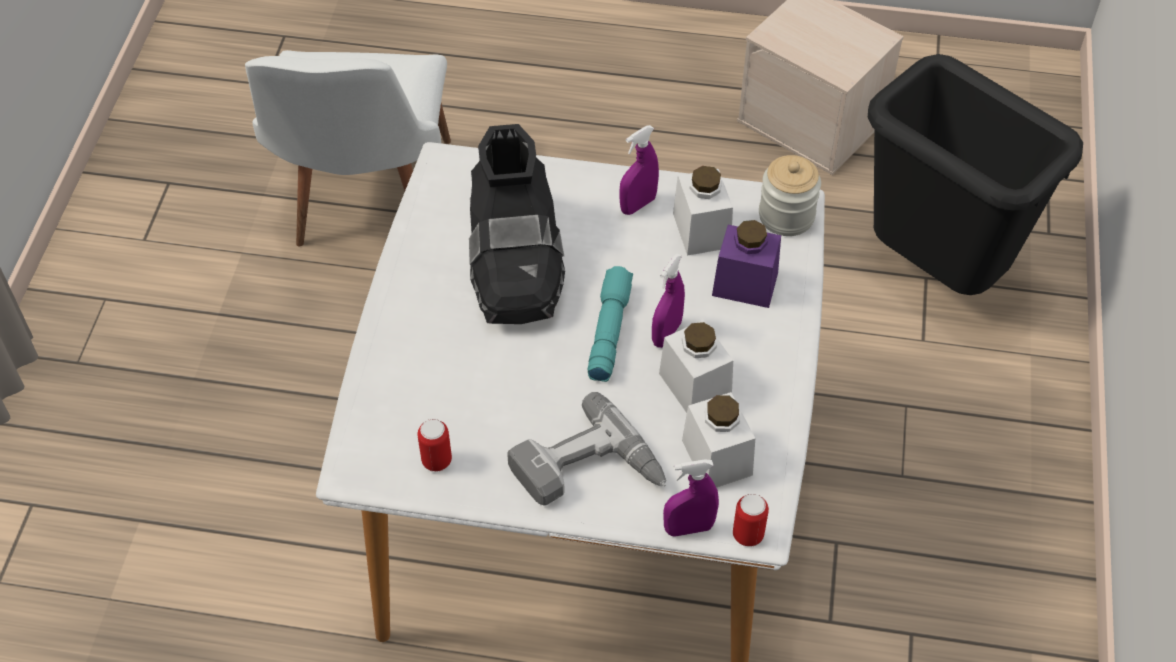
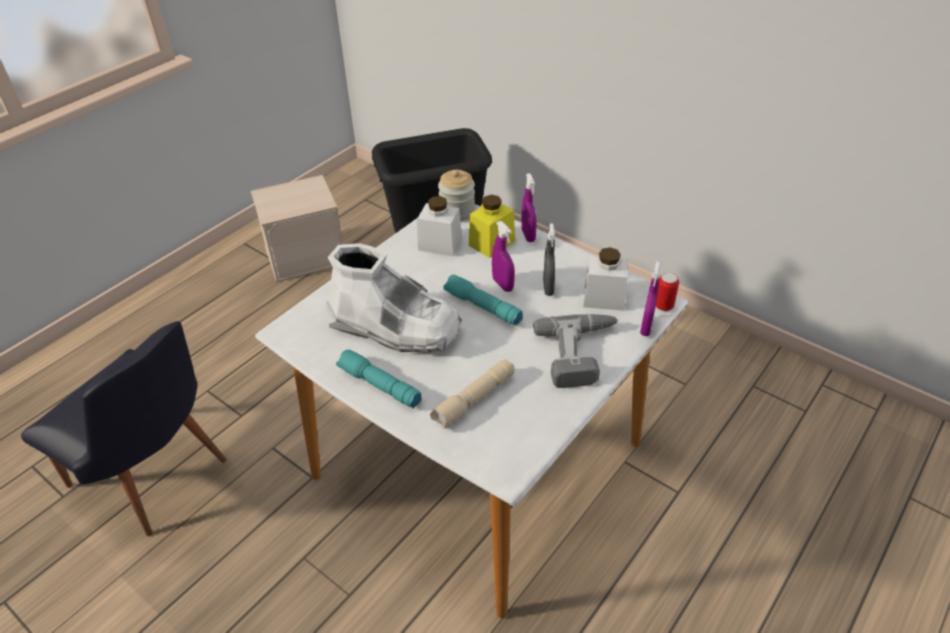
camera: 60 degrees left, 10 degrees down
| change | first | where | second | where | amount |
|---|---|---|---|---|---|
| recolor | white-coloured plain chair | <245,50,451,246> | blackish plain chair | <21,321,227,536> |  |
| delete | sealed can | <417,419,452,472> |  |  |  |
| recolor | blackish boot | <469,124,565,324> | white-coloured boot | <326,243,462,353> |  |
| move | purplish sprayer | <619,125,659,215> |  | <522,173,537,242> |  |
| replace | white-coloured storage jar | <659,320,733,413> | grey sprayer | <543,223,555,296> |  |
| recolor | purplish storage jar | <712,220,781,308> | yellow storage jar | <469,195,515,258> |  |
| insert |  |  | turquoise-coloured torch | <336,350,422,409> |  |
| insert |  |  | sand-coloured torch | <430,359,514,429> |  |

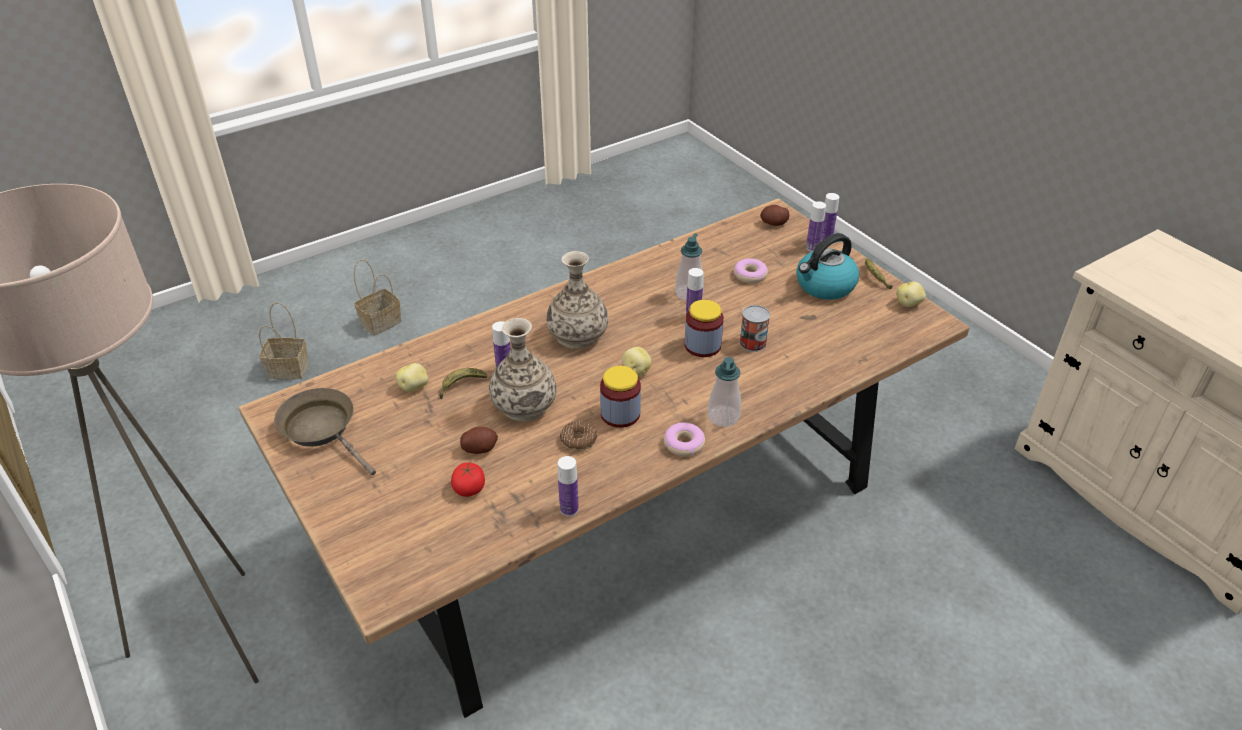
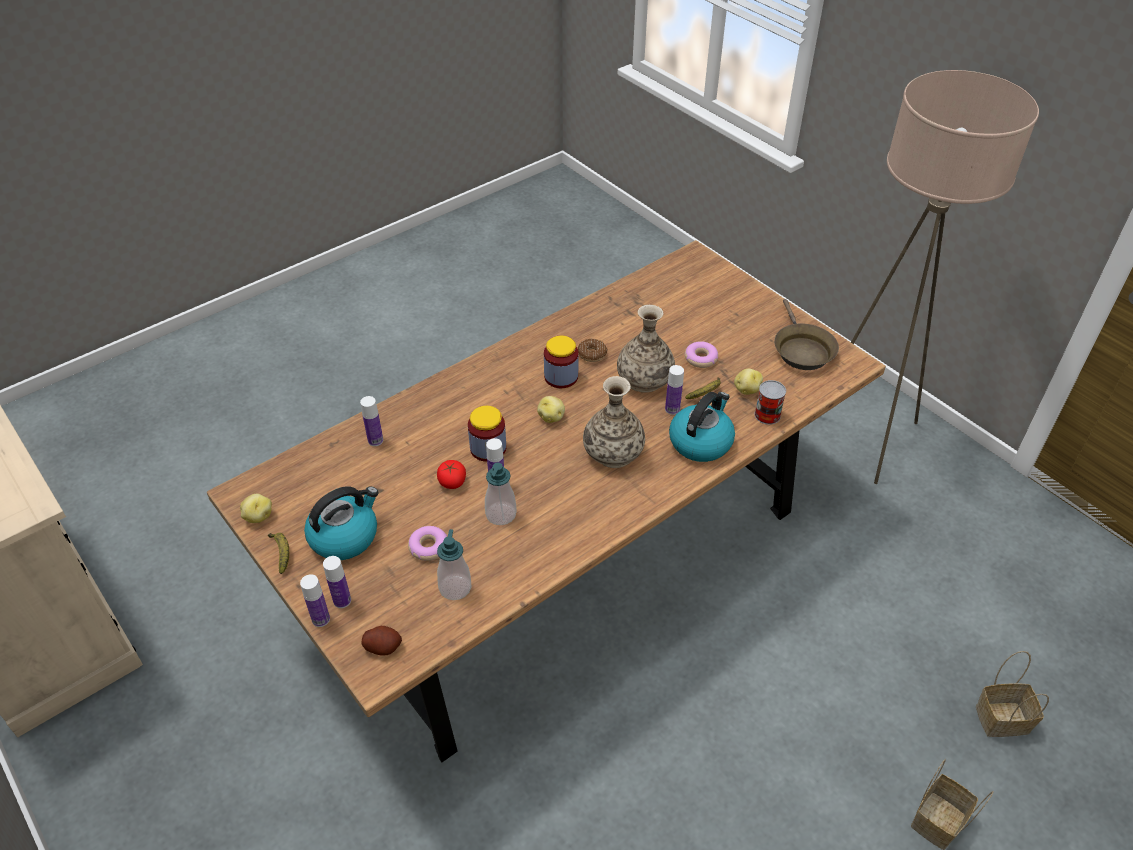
camera: 175 degrees right, 5 degrees up
| change | first | where | second | where | amount |
|---|---|---|---|---|---|
| rotate | brown-coloured skillet | <274,388,376,475> |  | <774,299,839,370> | 45 degrees clockwise |
| move | fresh tomato | <451,463,485,497> |  | <437,460,466,489> |  |
| delete | potato | <460,427,498,454> |  |  |  |
| move | bottle | <558,456,579,516> |  | <360,396,383,446> |  |
| move | doughnut | <664,423,705,456> |  | <685,341,718,368> |  |
| move | soap dispenser | <708,357,741,427> |  | <437,529,471,600> |  |
| move | sealed can | <740,305,770,352> |  | <755,380,786,425> |  |
| insert |  |  | kettle | <669,392,735,462> |  |

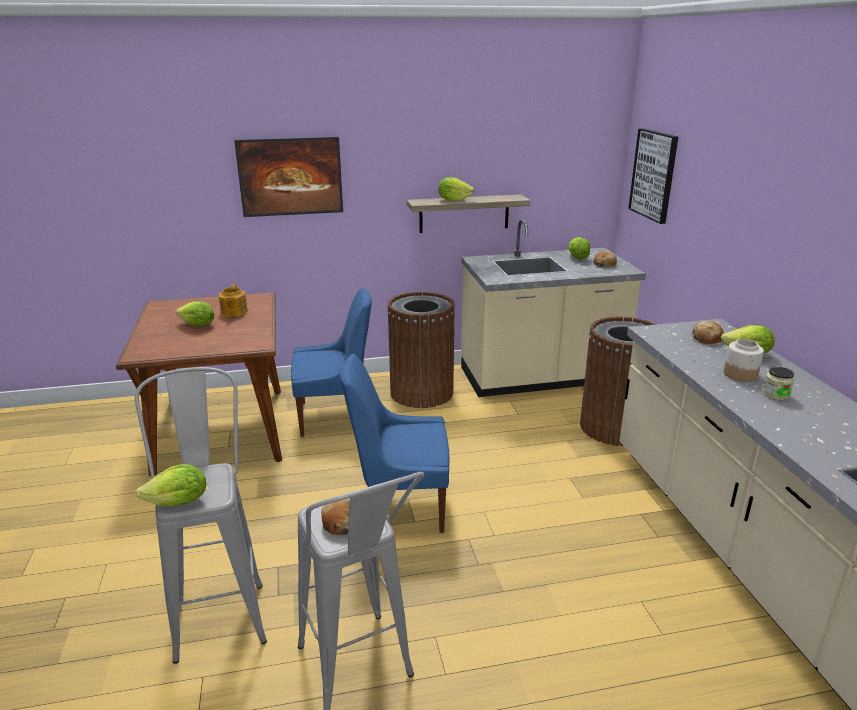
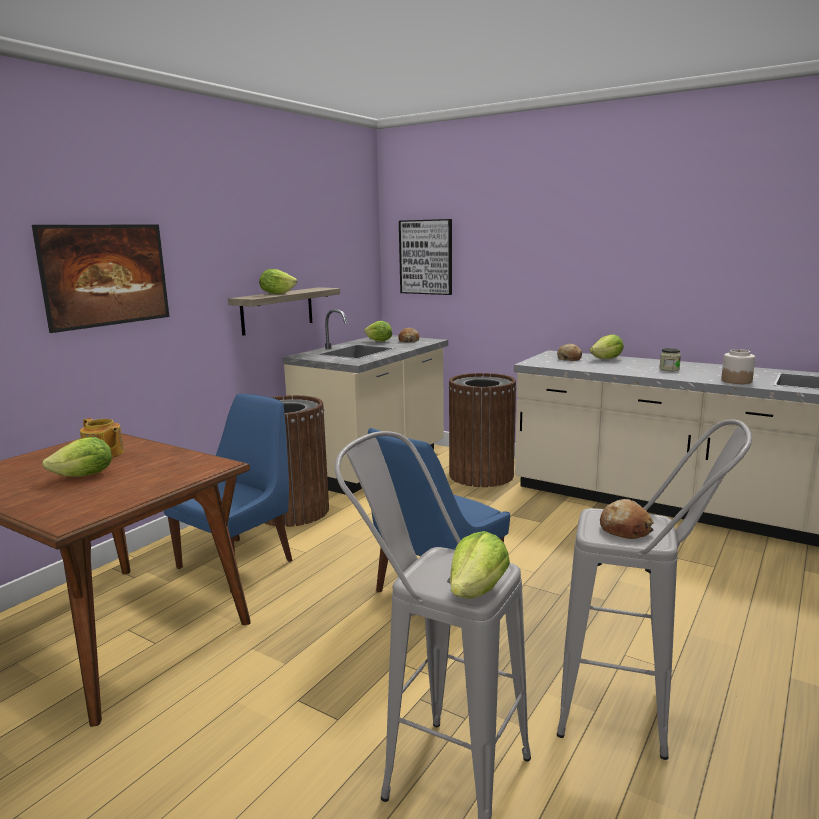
camera: 45 degrees left, 10 degrees down
| change | first | where | second | where | amount |
|---|---|---|---|---|---|
| move | storage jar | <724,339,764,382> |  | <721,349,755,384> |  |

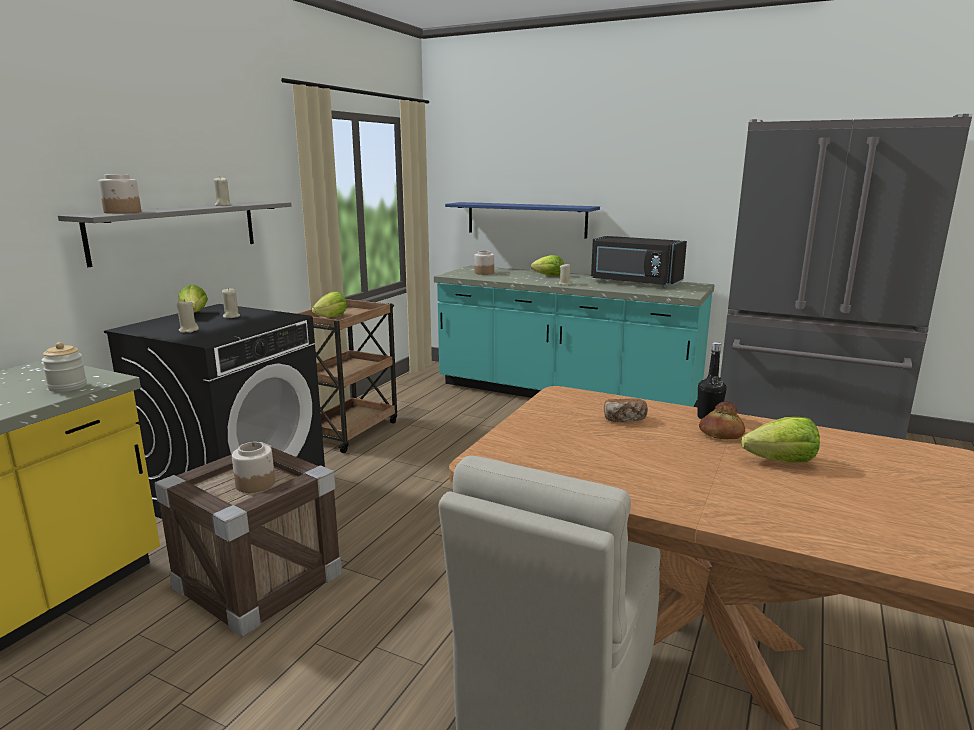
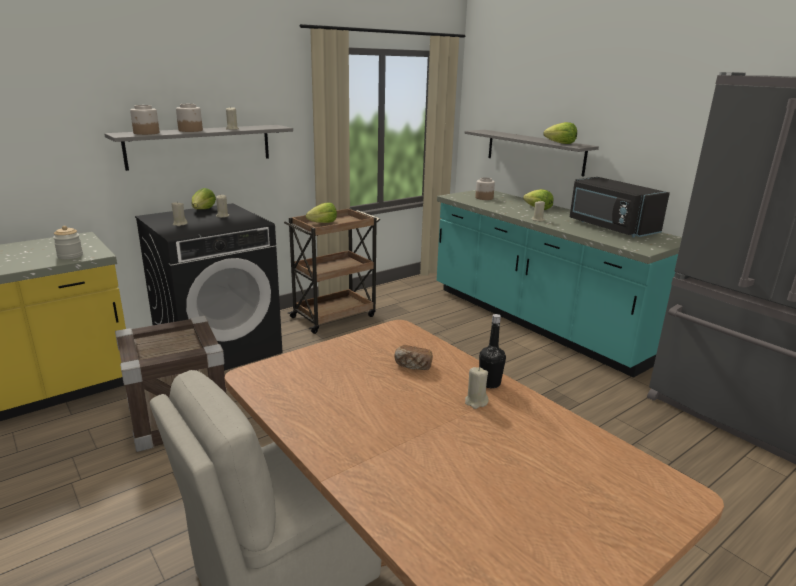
camera: 25 degrees right, 5 degrees up
| change | first | where | second | where | amount |
|---|---|---|---|---|---|
| move | storage jar | <232,442,275,493> |  | <176,104,203,132> |  |
| recolor | bluish shelf | <445,202,600,238> | grey shelf | <465,130,599,177> |  |
| replace | bakery bread | <699,401,745,439> | sand-coloured wax light | <465,367,488,409> |  |
| move | lettuce head | <741,417,820,462> |  | <544,122,577,144> |  |

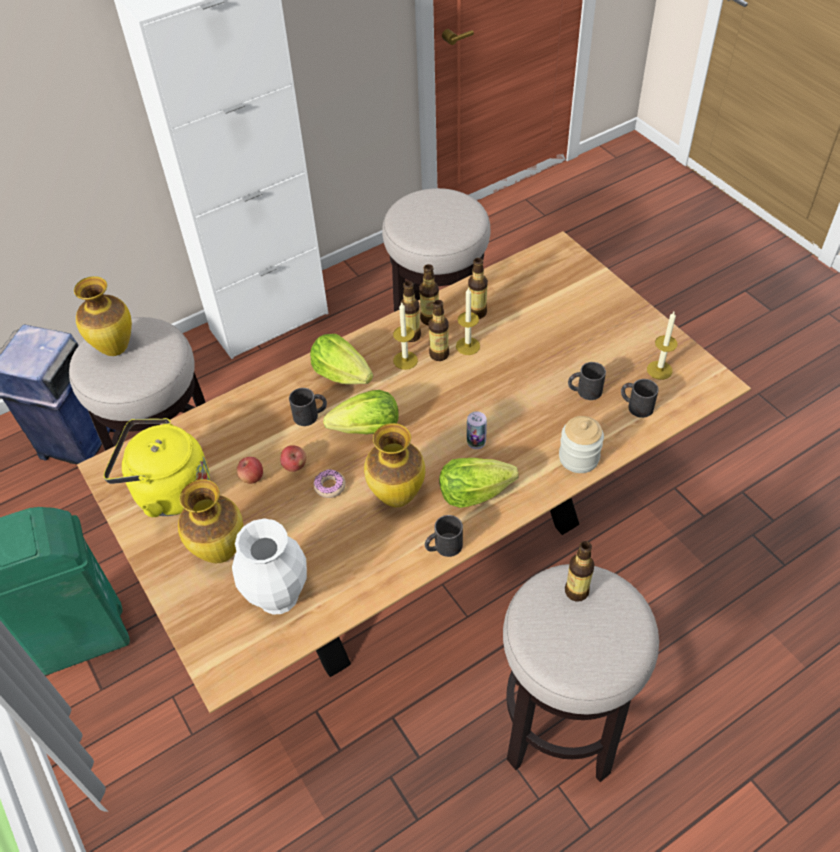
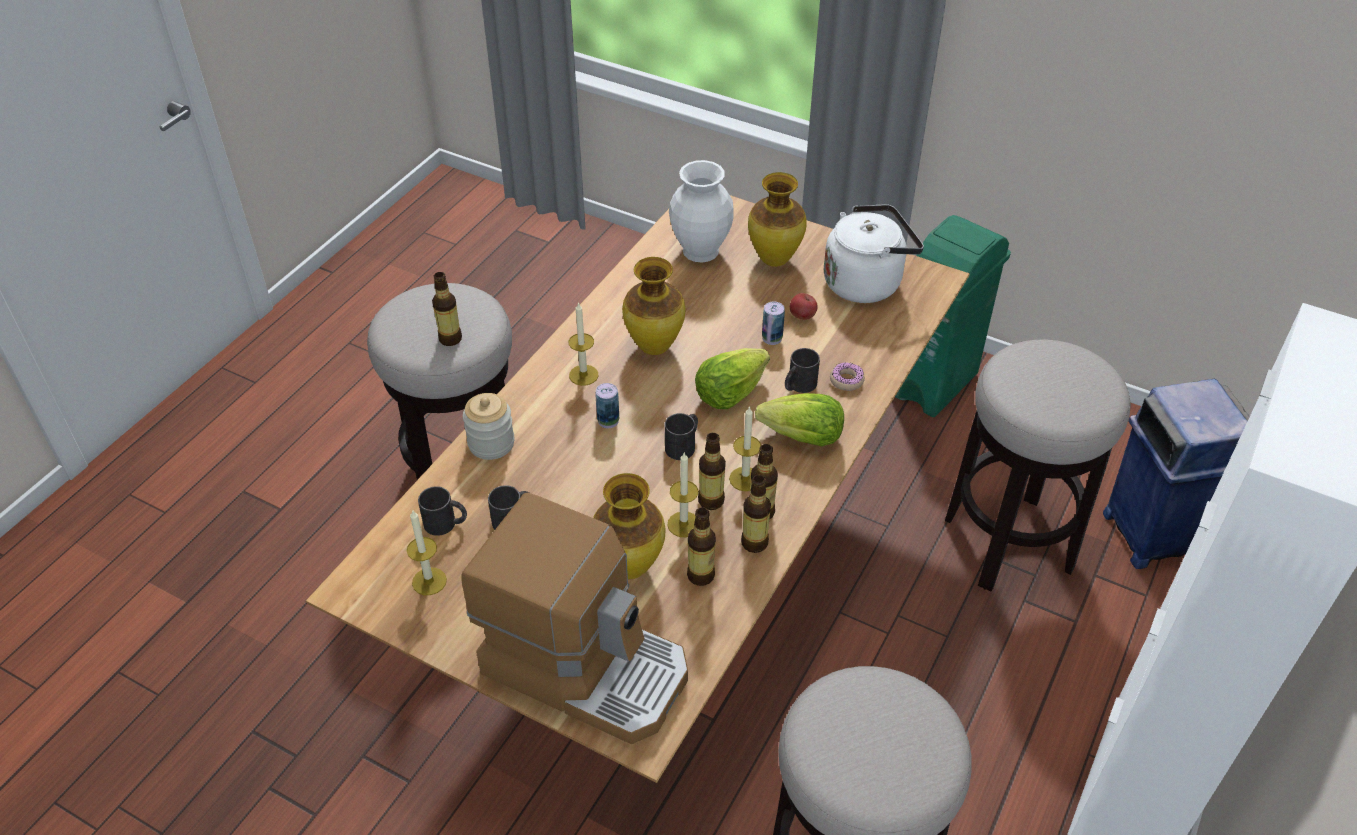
camera: 150 degrees right, 5 degrees down
| change | first | where | second | where | amount |
|---|---|---|---|---|---|
| move | flower vase | <74,276,132,356> |  | <593,473,665,579> |  |
| recolor | yellow kettle | <104,418,210,517> | white-coloured kettle | <824,204,924,303> |  |
| replace | apple | <280,445,306,472> | sealed can | <762,301,785,345> |  |
| move | doughnut | <314,469,346,498> |  | <830,362,865,391> |  |
| move | blackish mug | <425,515,463,557> |  | <665,413,698,460> |  |
| replace | lettuce head | <439,458,519,508> | wax light | <569,302,598,386> |  |
| insert |  |  | coffee machine | <462,493,688,744> |  |

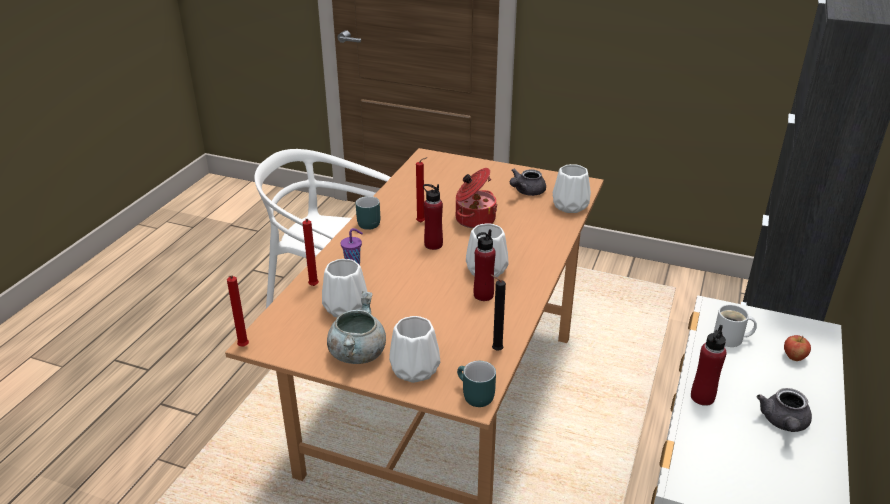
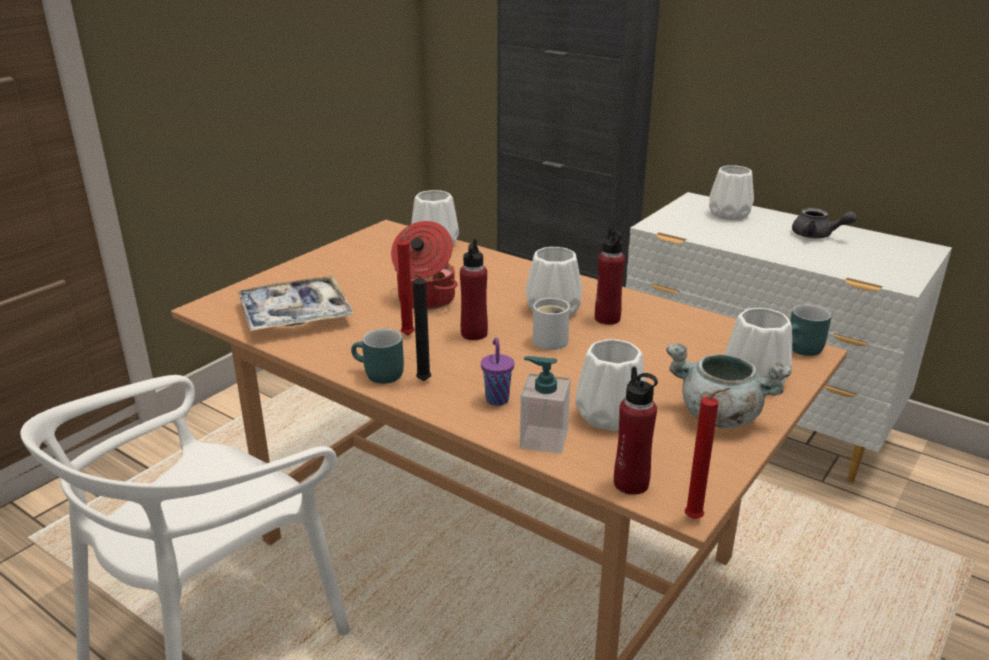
camera: 75 degrees left, 5 degrees down
| change | first | where | second | where | amount |
|---|---|---|---|---|---|
| replace | reddish wax light | <302,219,319,286> | soap dispenser | <520,356,571,454> |  |
| move | blackish wax light | <491,275,506,351> |  | <413,274,431,381> |  |
| delete | grey tea pot | <510,168,546,196> |  |  |  |
| move | reddish bottle | <691,325,726,406> |  | <614,367,658,495> |  |
| move | white-coloured mug | <714,305,757,347> |  | <533,298,570,350> |  |
| replace | apple | <784,335,811,361> | white-coloured flower vase | <709,165,754,220> |  |
| insert |  |  | carrying tray | <237,276,354,332> |  |

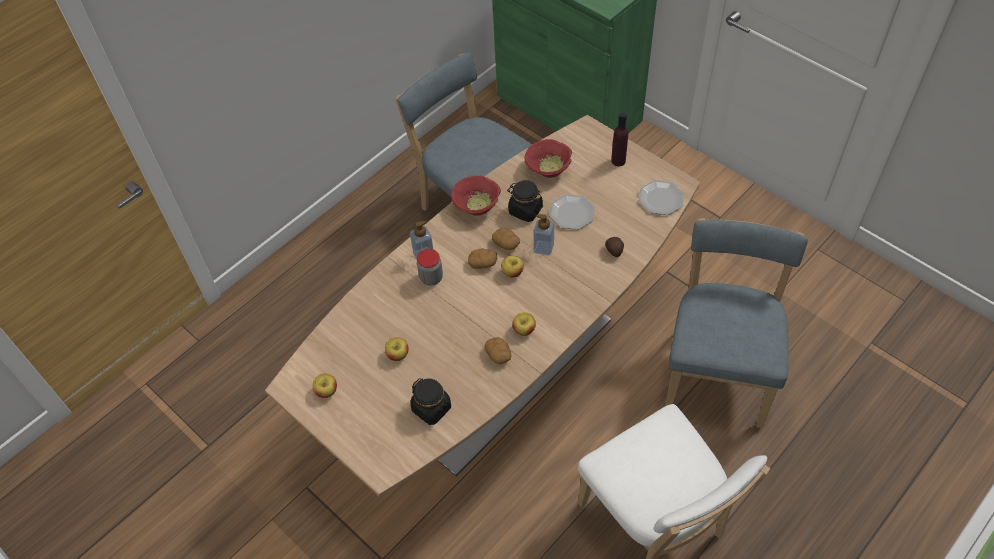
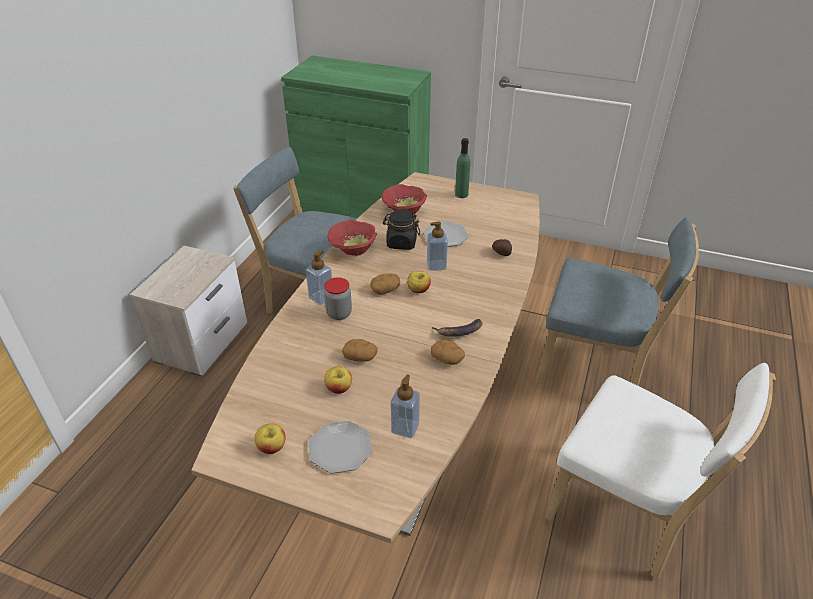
camera: 25 degrees left, 15 degrees down
| change | first | where | second | where | amount |
|---|---|---|---|---|---|
| replace | blackish storage jar | <410,378,451,425> | soap dispenser | <391,374,420,438> |  |
| move | potato | <492,228,520,250> |  | <342,339,378,362> |  |
| replace | apple | <512,312,536,336> | banana fruit | <432,319,482,337> |  |
| recolor | purplish bottle | <611,113,628,166> | greenish bottle | <455,138,470,198> |  |
| move | dinner plate | <639,180,684,215> |  | <308,421,372,474> |  |
| rotate | bluish plain chair | <665,218,808,428> |  | <537,217,699,386> | 120 degrees clockwise |
| insert |  |  | night table | <130,246,247,376> |  |

